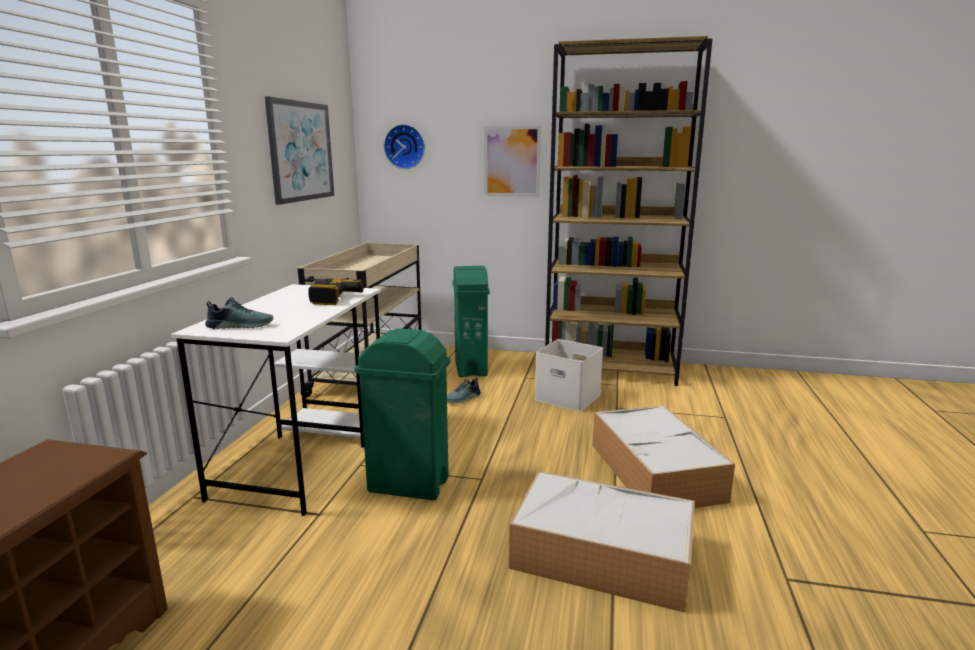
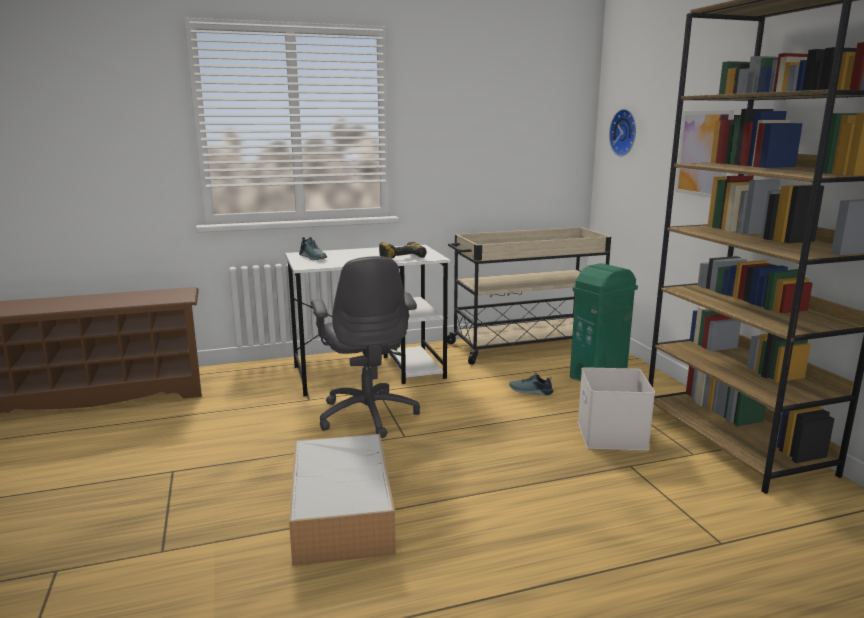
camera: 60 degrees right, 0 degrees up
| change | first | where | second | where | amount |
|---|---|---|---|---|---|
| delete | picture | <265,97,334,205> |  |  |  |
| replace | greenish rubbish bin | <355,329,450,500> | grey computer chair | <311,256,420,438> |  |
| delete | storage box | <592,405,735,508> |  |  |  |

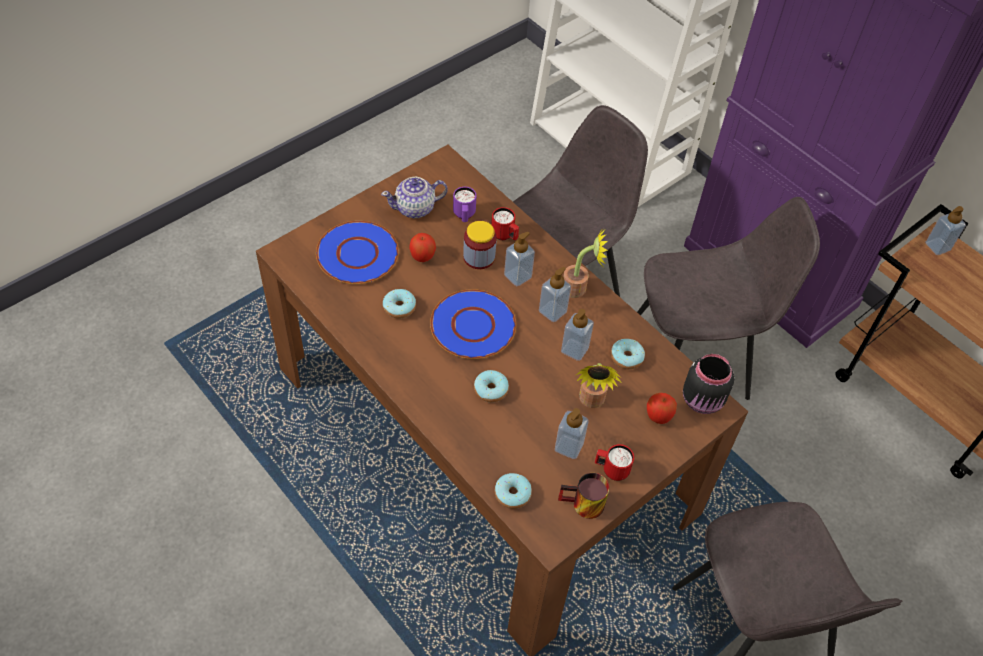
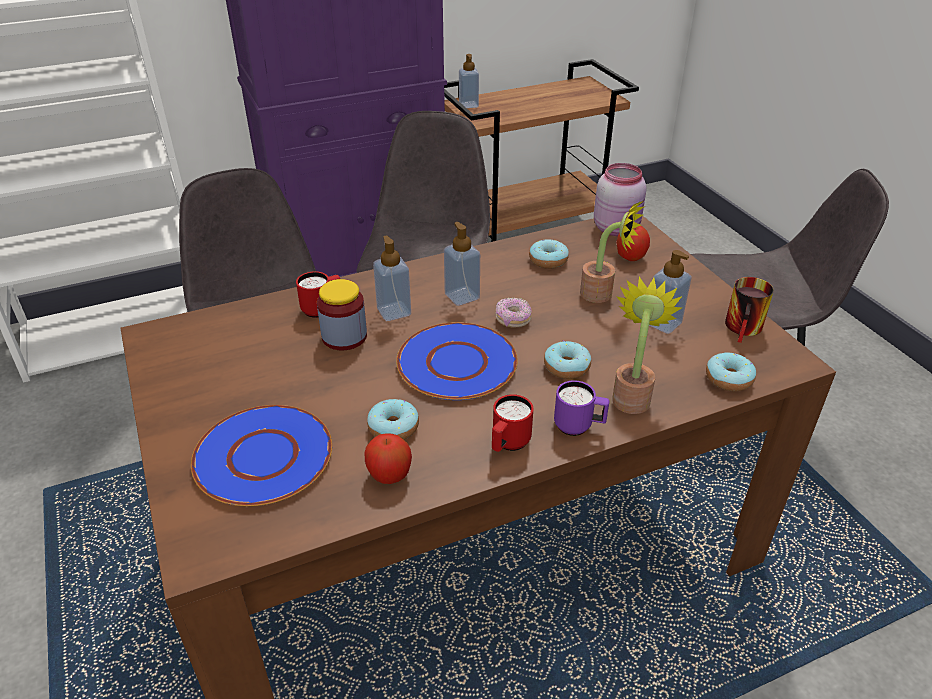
camera: 70 degrees left, 15 degrees down
| change | first | where | second | where | amount |
|---|---|---|---|---|---|
| delete | tea pot | <381,177,448,218> |  |  |  |
| move | apple | <409,233,436,262> |  | <364,433,412,484> |  |
| move | purplish mug | <453,187,477,222> |  | <554,380,609,436> |  |
| delete | soap dispenser | <561,309,594,361> |  |  |  |
| move | plant in a pot | <563,226,608,298> |  | <612,276,683,414> |  |
| move | reddish mug | <595,444,634,481> |  | <492,394,533,452> |  |
| recolor | blackish storage jar | <683,354,734,414> | pinkish storage jar | <594,163,647,236> |  |
| insert |  |  | doughnut | <495,298,532,328> |  |

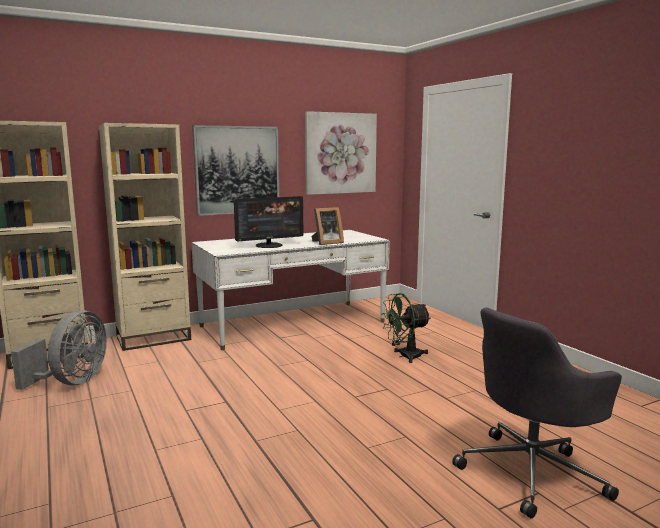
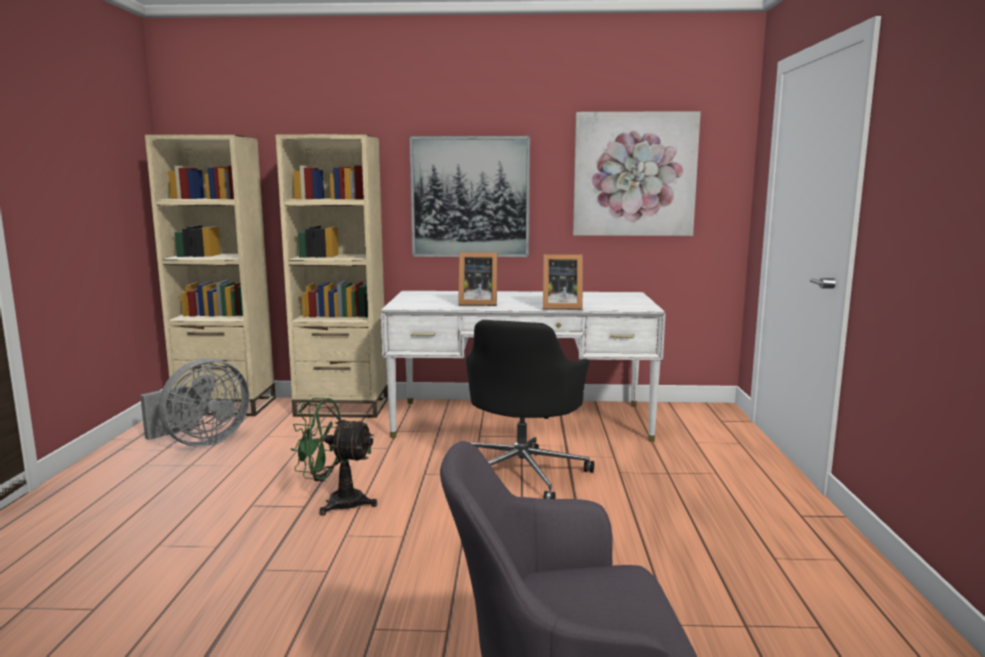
camera: 30 degrees right, 0 degrees up
| change | first | where | second | where | amount |
|---|---|---|---|---|---|
| replace | monitor | <234,196,303,248> | photo frame | <459,252,497,306> |  |
| move | greenish electric fan | <381,293,431,363> |  | <290,398,377,515> |  |
| insert |  |  | blackish computer chair | <466,320,594,499> |  |

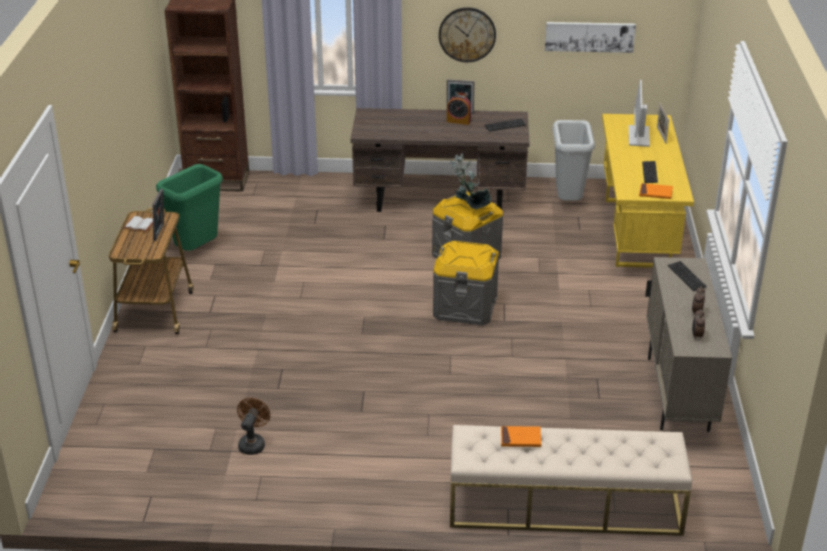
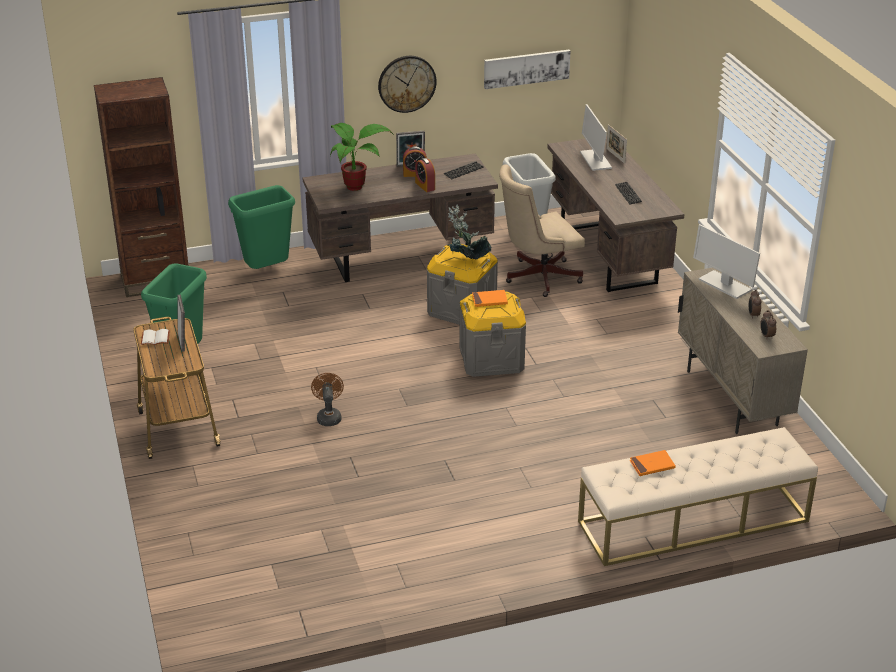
camera: 20 degrees left, 0 degrees up
| change | first | where | second | where | amount |
|---|---|---|---|---|---|
| move | brown-coloured electric fan | <237,398,271,455> |  | <311,373,344,426> |  |
| recolor | yellow desk table | <602,114,694,268> | brown-coloured desk table | <547,136,685,292> |  |
| move | orangey book | <639,183,673,199> |  | <472,290,508,307> |  |
| replace | PC keyboard | <668,261,707,291> | monitor | <693,224,760,299> |  |
| insert |  |  | greenish rubbish bin | <228,185,295,269> |  |
| insert |  |  | plant in a pot | <330,123,394,191> |  |
| insert |  |  | bedside clock | <415,158,435,192> |  |
| insert |  |  | sand-coloured computer chair | <499,164,585,297> |  |

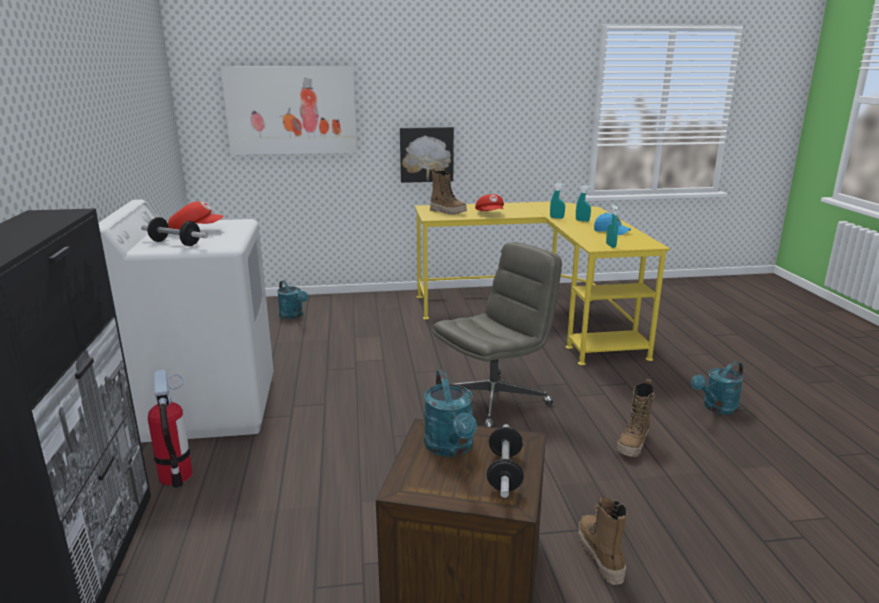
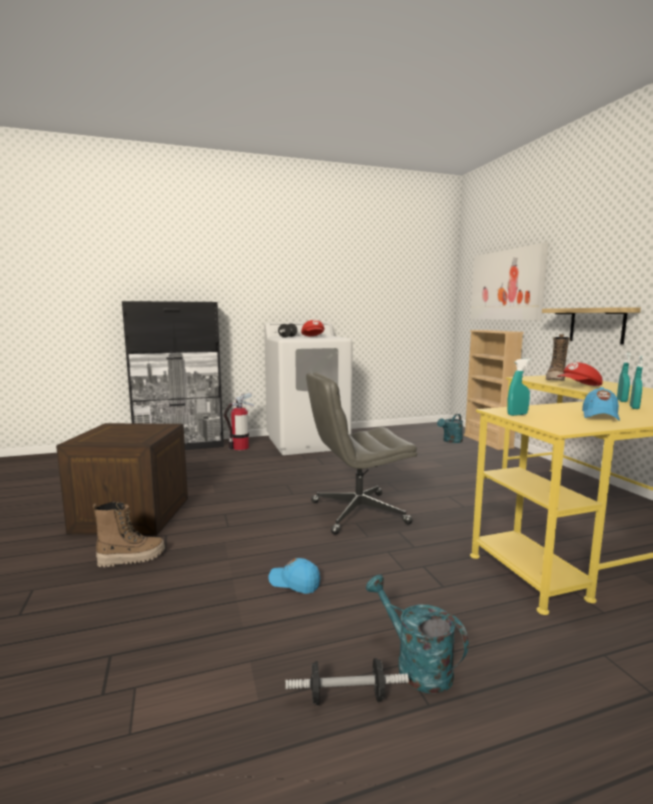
camera: 80 degrees right, 10 degrees down
| change | first | where | second | where | amount |
|---|---|---|---|---|---|
| replace | picture | <400,127,454,183> | shelf | <542,307,641,344> |  |
| delete | turquoise-coloured sprinkling can | <424,370,477,457> |  |  |  |
| rotate | grey computer chair | <433,242,562,427> |  | <306,372,417,535> | 120 degrees clockwise |
| move | free weight | <487,424,524,498> |  | <285,658,409,705> |  |
| replace | boot | <617,379,655,457> | bluish peaked cap | <268,558,320,594> |  |
| insert |  |  | sand-coloured bookcase | <464,330,524,450> |  |

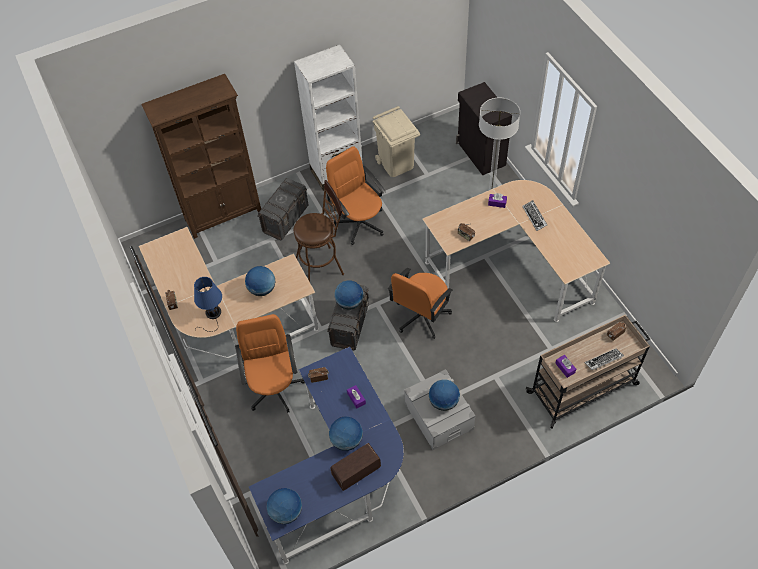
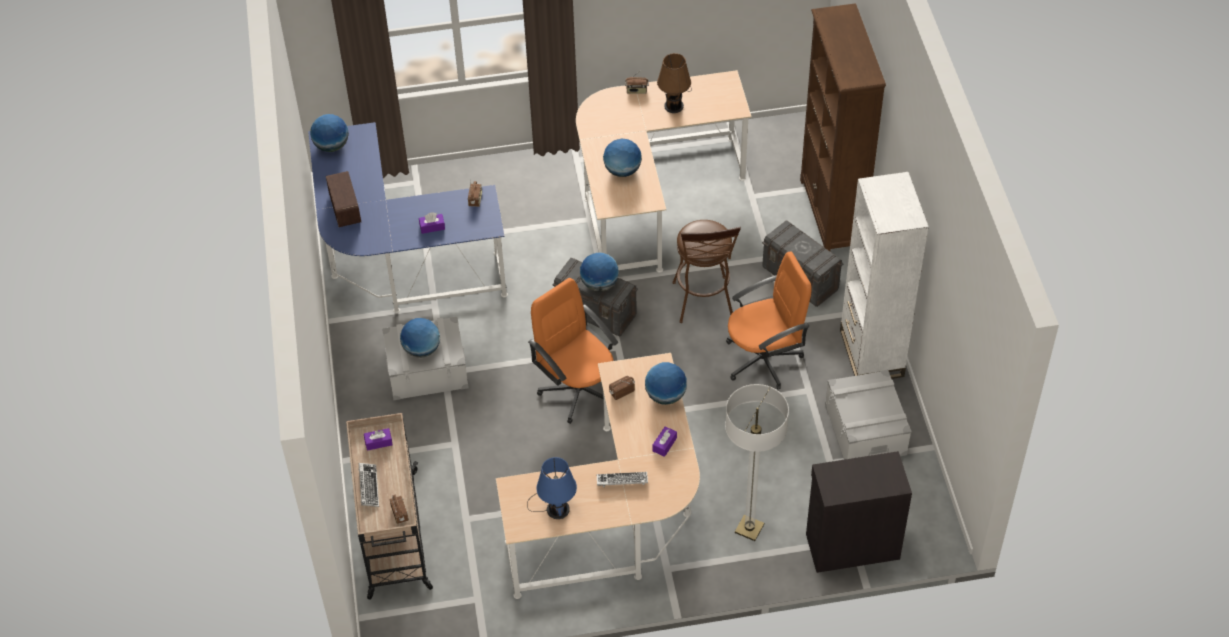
camera: 105 degrees right, 5 degrees down
| change | first | where | second | where | amount |
|---|---|---|---|---|---|
| move | bluish tabletop lamp | <194,277,222,332> |  | <527,457,577,519> |  |
| delete | orangey computer chair | <235,314,305,413> |  |  |  |
| move | globe | <329,416,363,451> |  | <645,362,687,405> |  |
| replace | sand-coloured rubbish bin | <373,106,420,177> | grey storage box | <825,370,911,460> |  |
| insert |  |  | brown-coloured tabletop lamp | <657,53,692,113> |  |

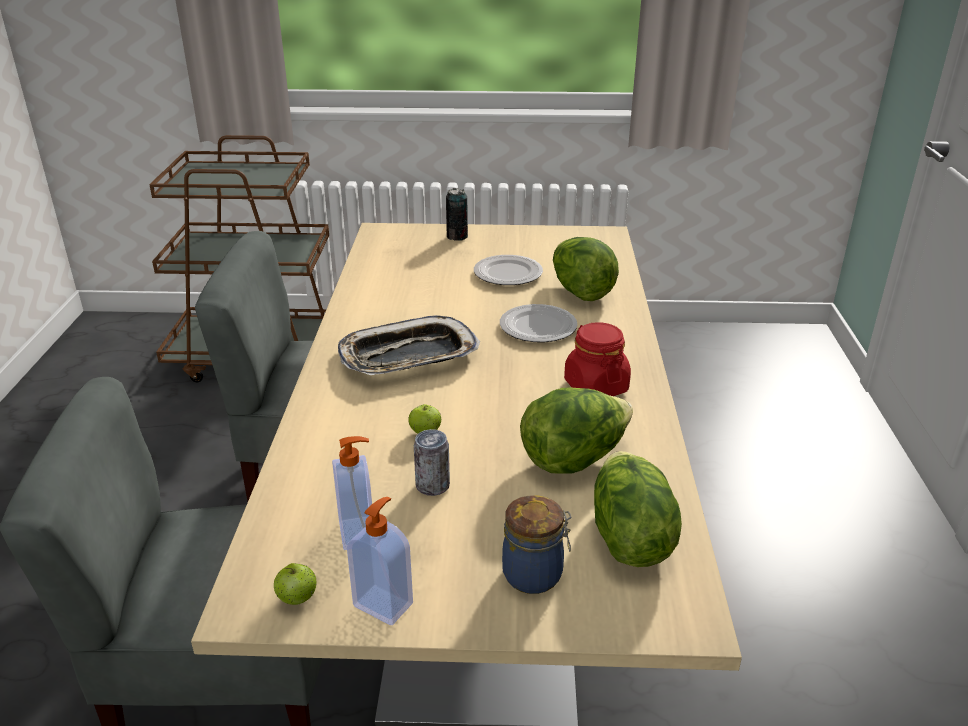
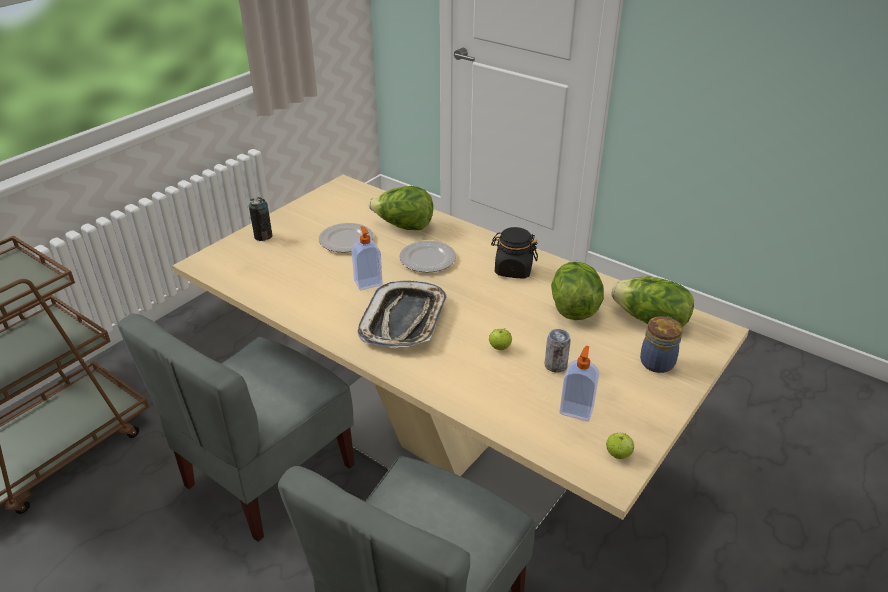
camera: 55 degrees left, 5 degrees up
| change | first | where | second | where | amount |
|---|---|---|---|---|---|
| move | soap dispenser | <347,497,413,625> |  | <351,226,383,290> |  |
| recolor | reddish storage jar | <564,322,631,396> | blackish storage jar | <491,227,538,278> |  |

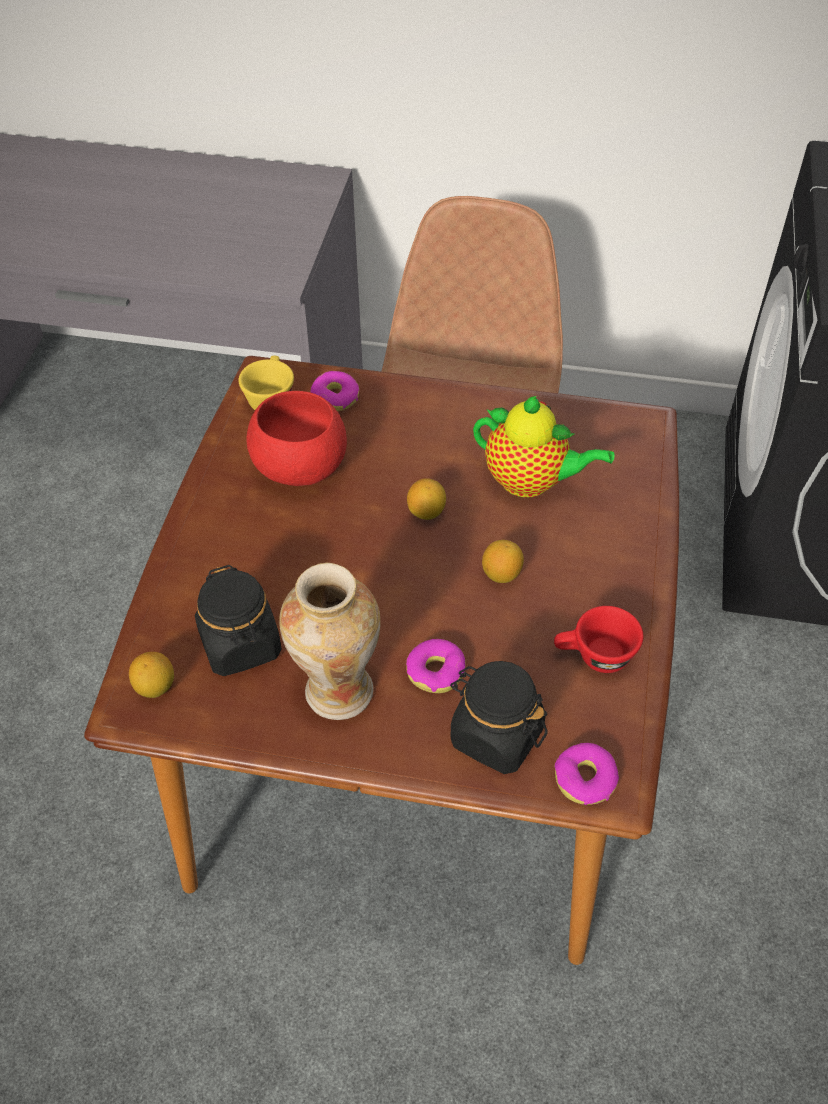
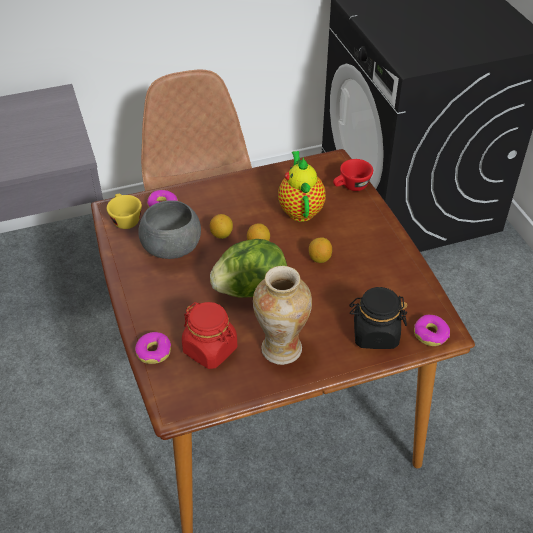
camera: 30 degrees left, 5 degrees down
| change | first | where | second | where | amount |
|---|---|---|---|---|---|
| move | lemon | <129,652,174,698> |  | <210,214,233,239> |  |
| recolor | blackish storage jar | <195,565,282,676> | reddish storage jar | <182,302,237,369> |  |
| recolor | reddish deep dish | <247,391,347,486> | grey deep dish | <138,200,201,259> |  |
| move | doughnut | <406,639,466,693> |  | <135,332,171,364> |  |
| rotate | tea pot | <473,396,615,498> |  | <278,151,326,222> | 90 degrees counterclockwise |
| move | reddish cup | <554,606,643,673> |  | <333,159,373,191> |  |
| insert |  |  | lettuce head | <210,239,287,298> |  |

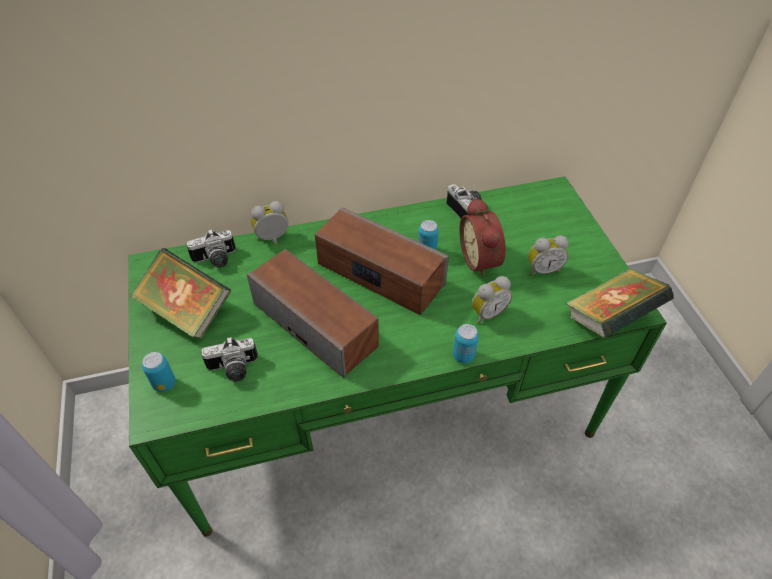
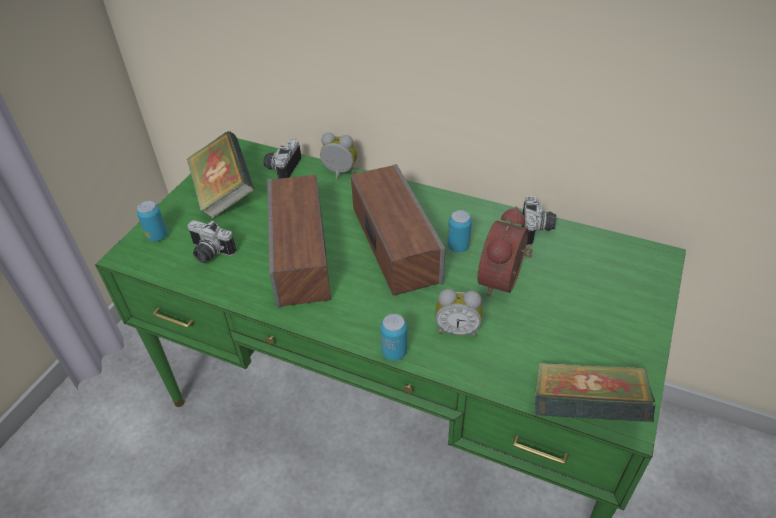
camera: 40 degrees right, 5 degrees down
| change | first | where | second | where | amount |
|---|---|---|---|---|---|
| rotate | still camera | <187,229,235,268> |  | <263,139,301,179> | 90 degrees clockwise |
| delete | bedside clock | <528,235,569,276> |  |  |  |

